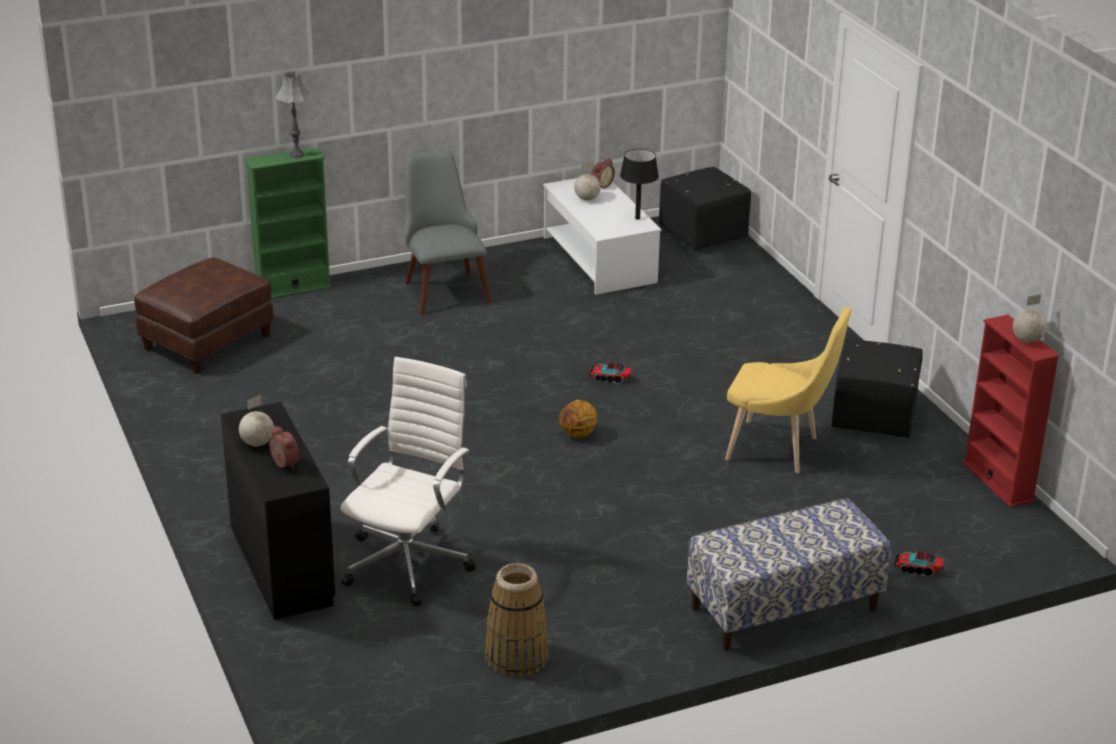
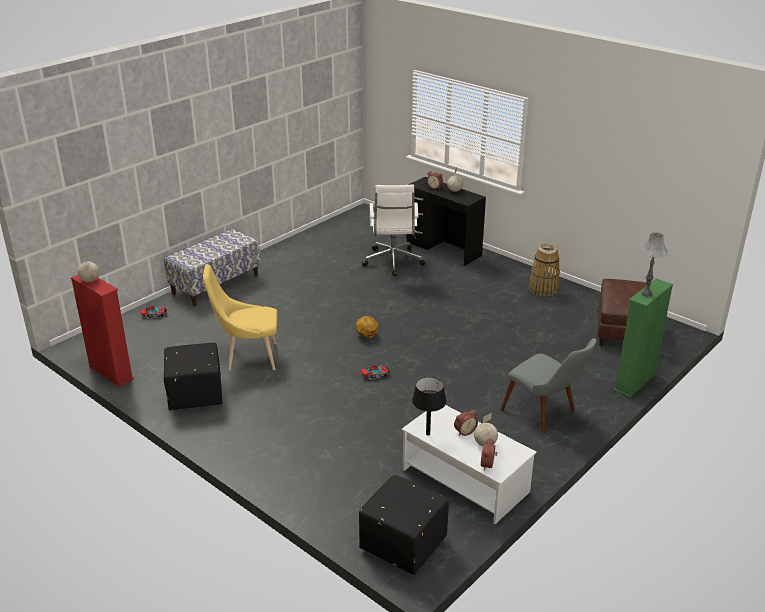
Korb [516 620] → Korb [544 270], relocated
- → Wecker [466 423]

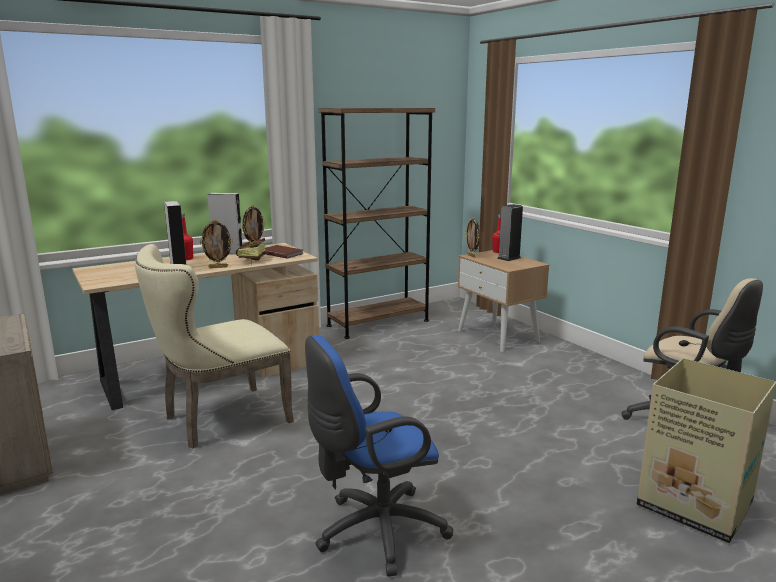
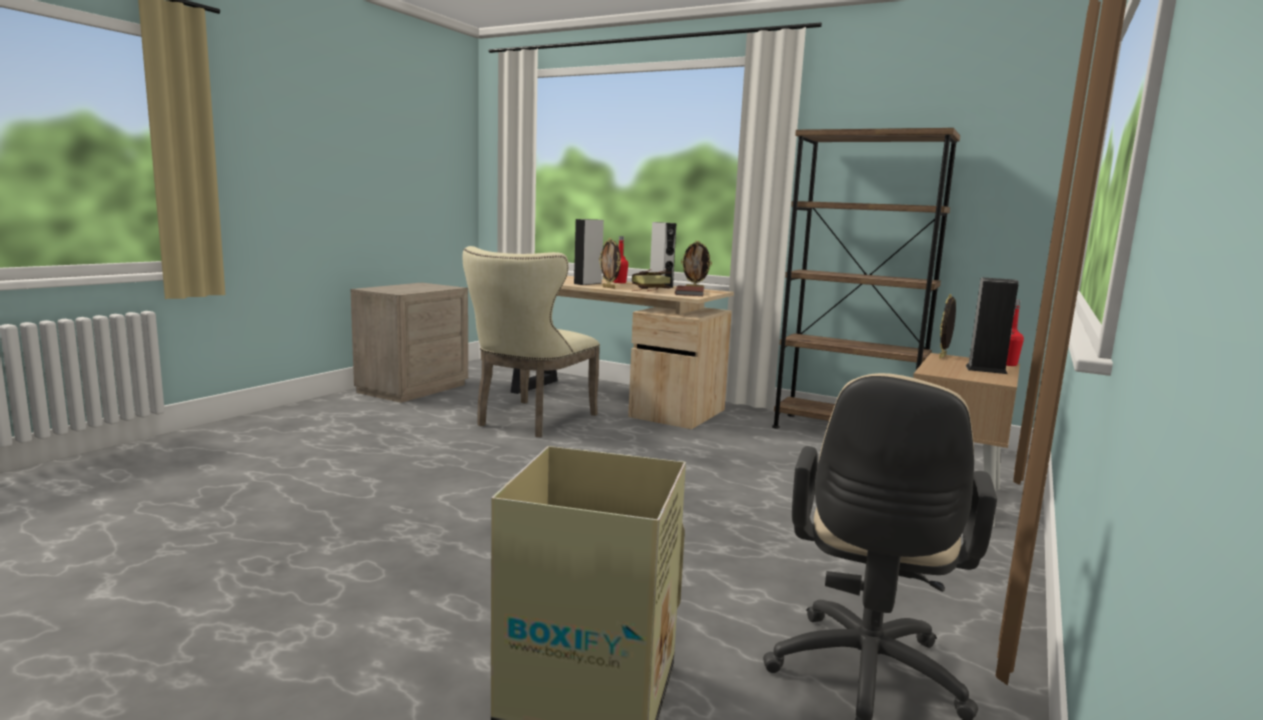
Stuhl [beige] [214 346] → Stuhl [beige] [531 341], 90 degrees counterclockwise
Bürostuhl [blau] [379 455] → -

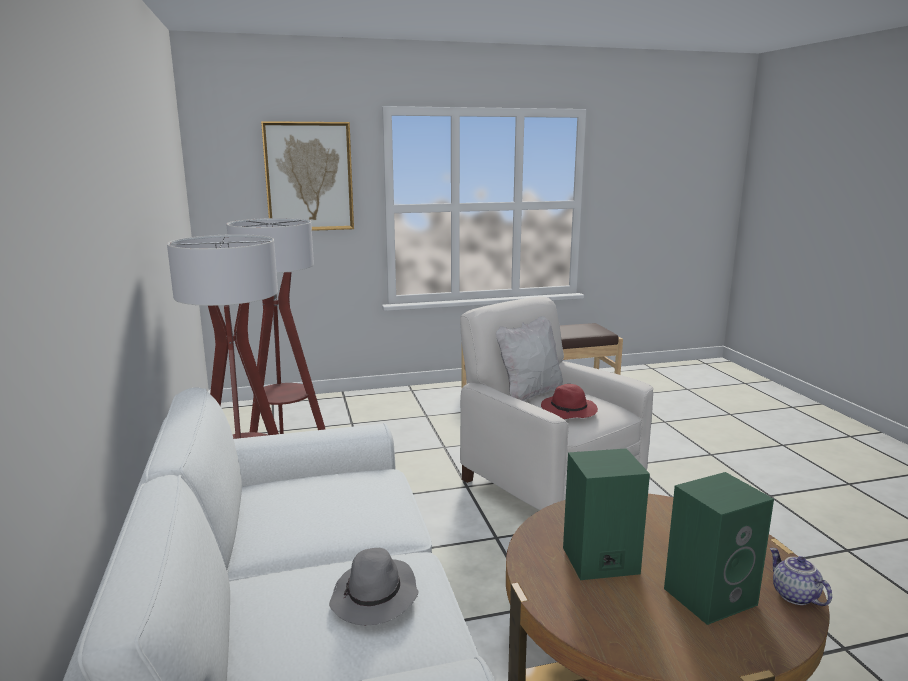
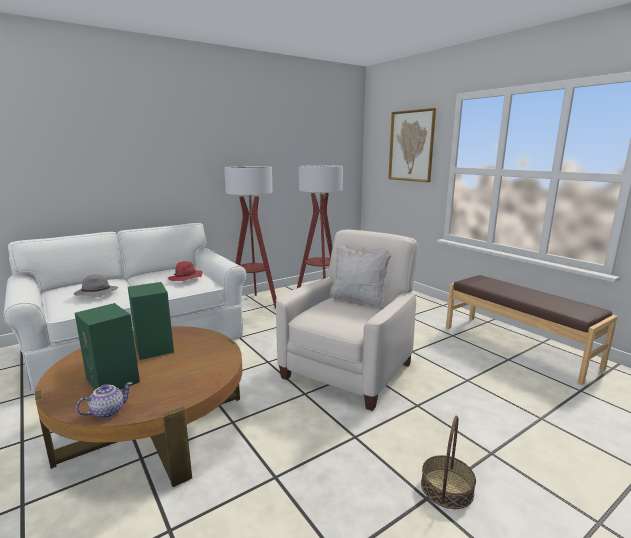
Hut [rot] [569 401] → Hut [rot] [185 271], relocated
- → Korb [448 462]

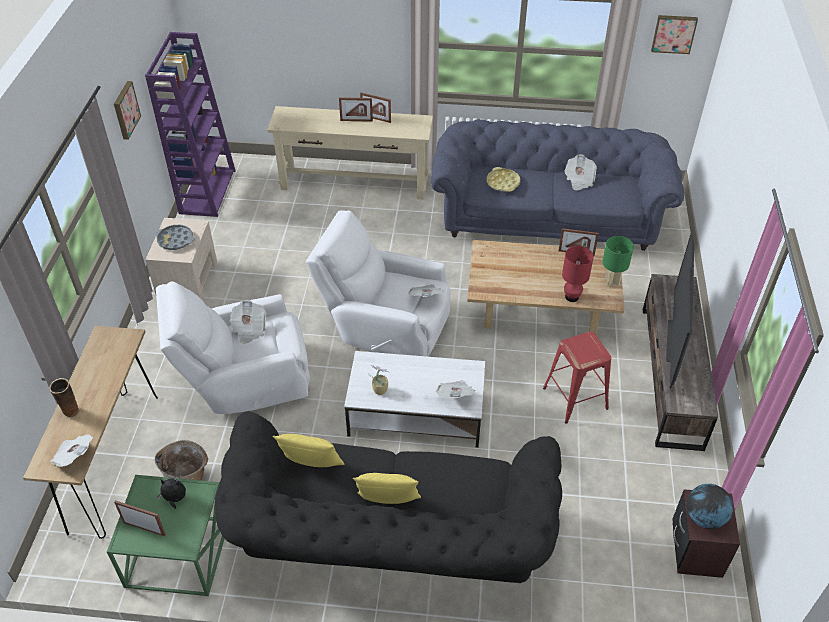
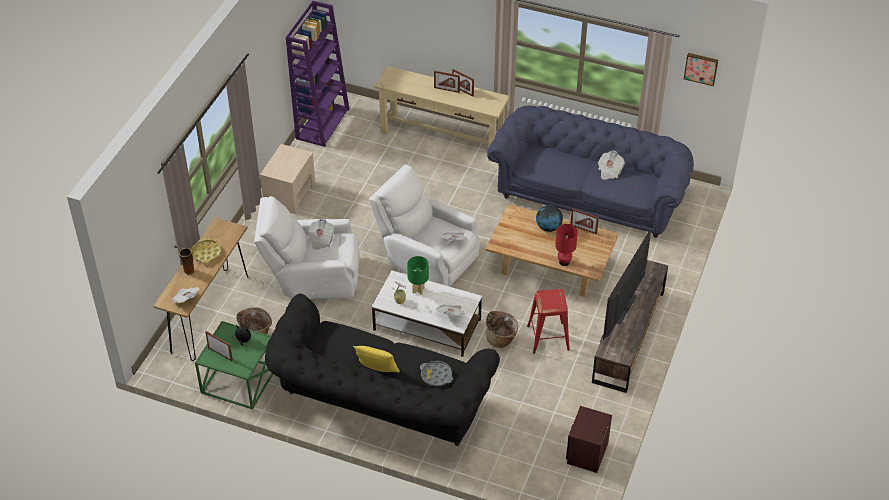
Bild [127 110] → -
Tablett [grau] [175 237] → Tablett [grau] [436 374], relocated
Kissen [gelb] [308 450] → -
Tablett [gelb] [503 179] → Tablett [gelb] [206 250], relocated
Tischlampe [grün] [618 261] → Tischlampe [grün] [418 275], relocated
Globus [710 506] → Globus [549 218], relocated
- → Korb [502 329]

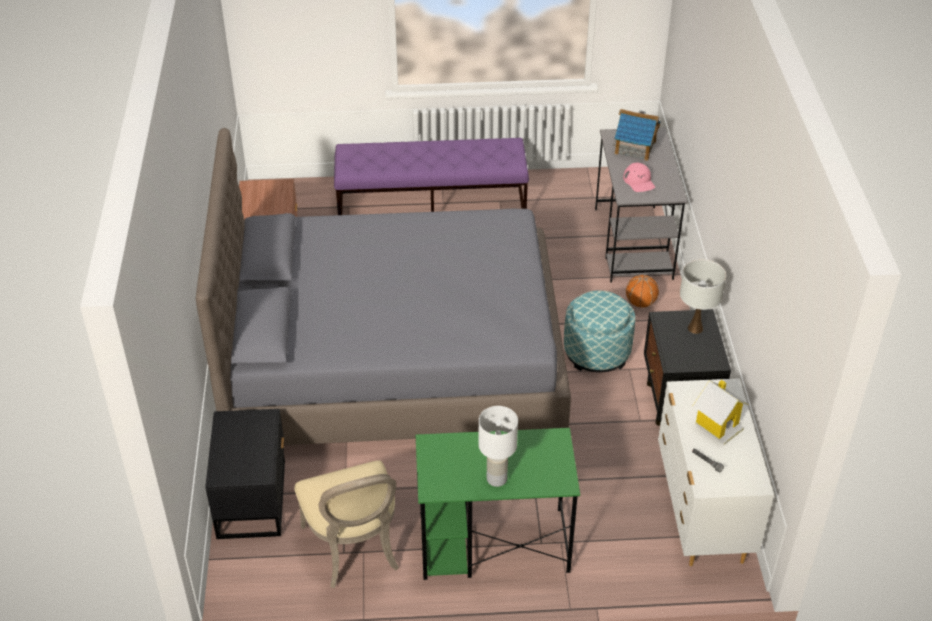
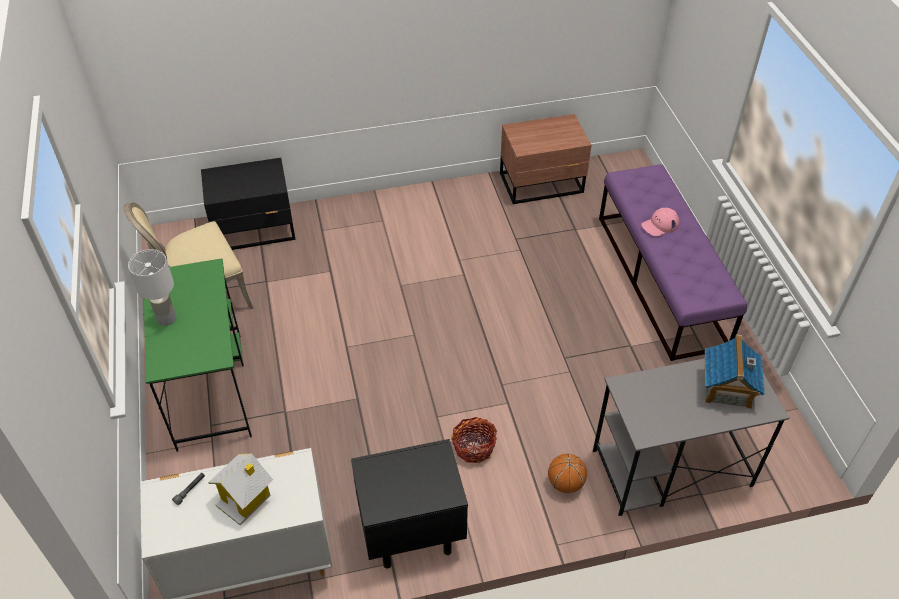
Bett [grau] [383 286] → -
Polsterhocker [599 331] → Korb [474 440]
Kappe [rosa] [639 177] → Kappe [rosa] [660 222], relocated
Tischlampe [weiß] [703 296] → -

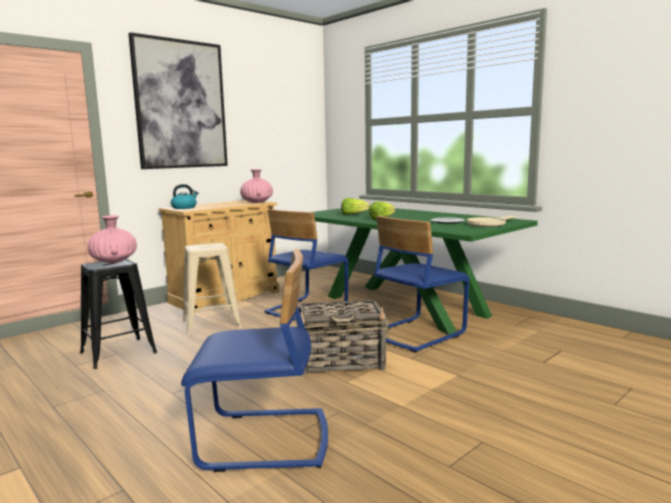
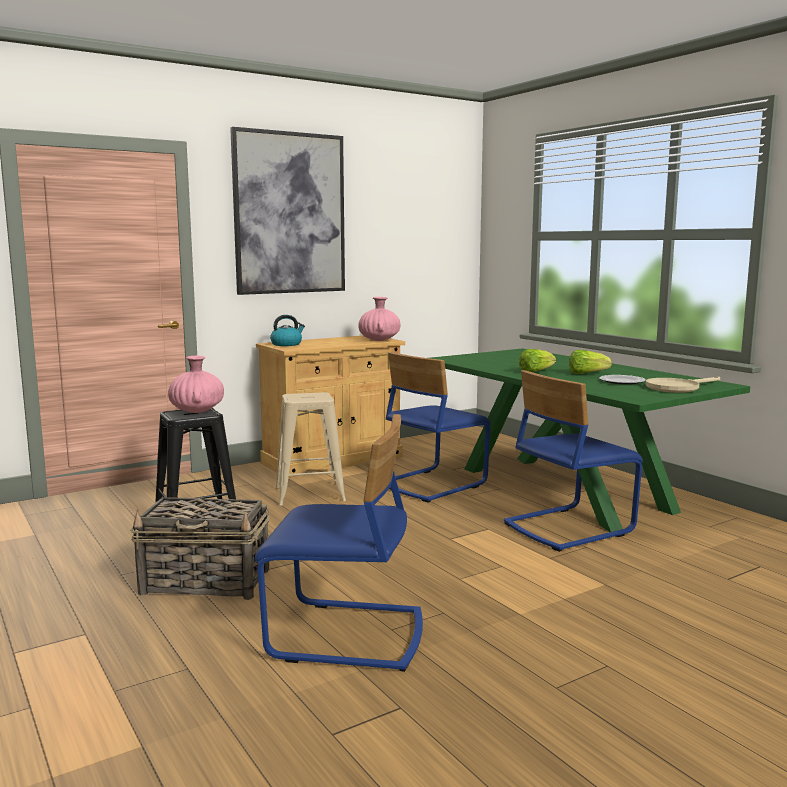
Korb [342 337] → Korb [200 548], relocated
Salatkopf [355 206] → Salatkopf [590 362], relocated

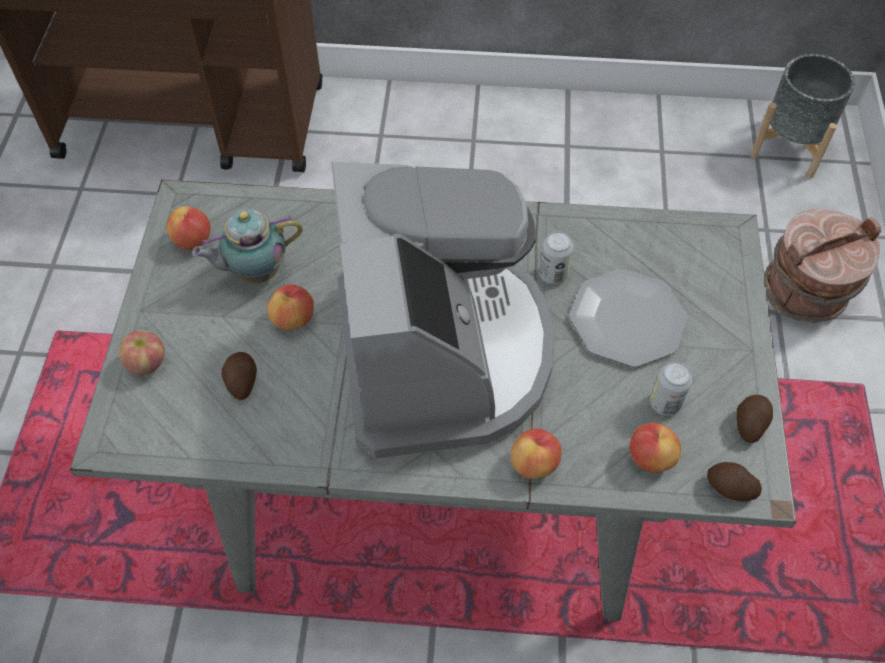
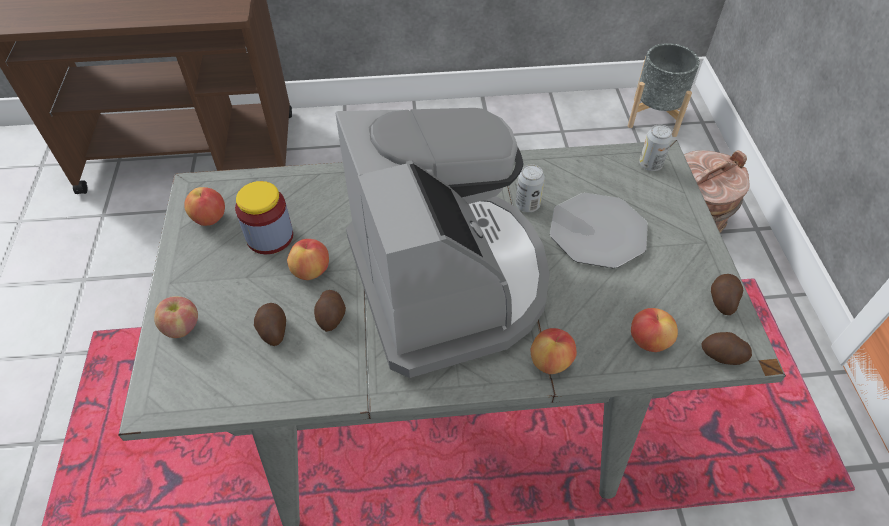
Teekanne [247 246] → Vorratsglas [264 217]
Dose [671 389] → Dose [656 147], relocated
- → Kartoffel [330 311]

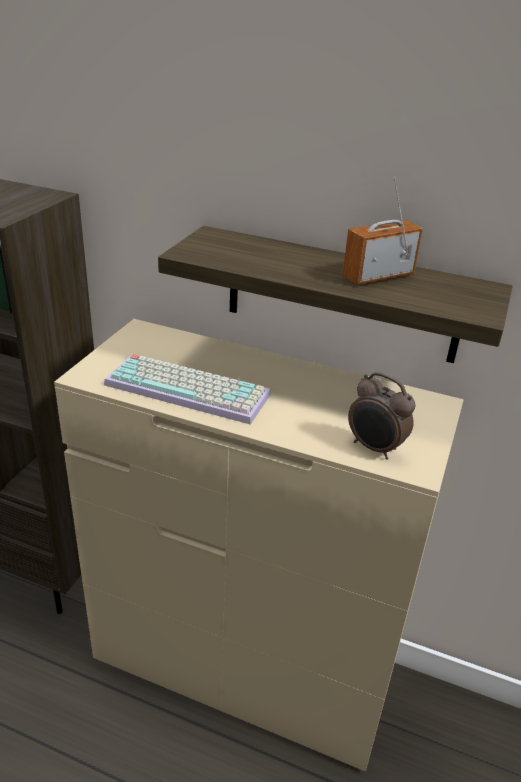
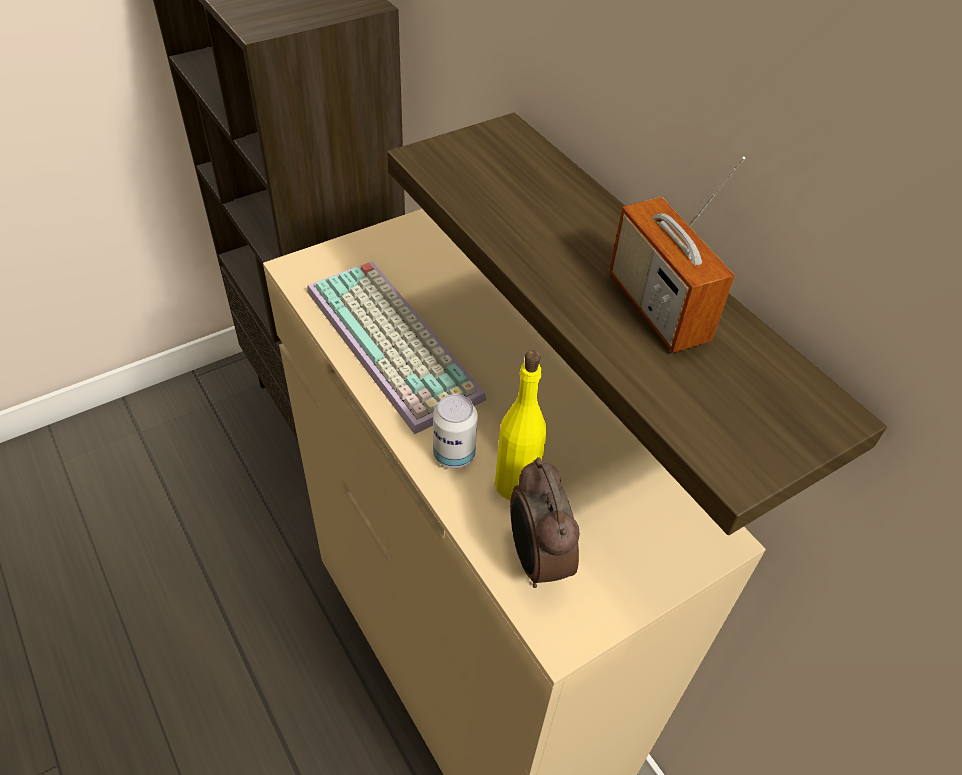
Radio [382 231] → Radio [677 255], 120 degrees counterclockwise
- → Dose [455 431]
- → Flasche [gelb] [520 425]

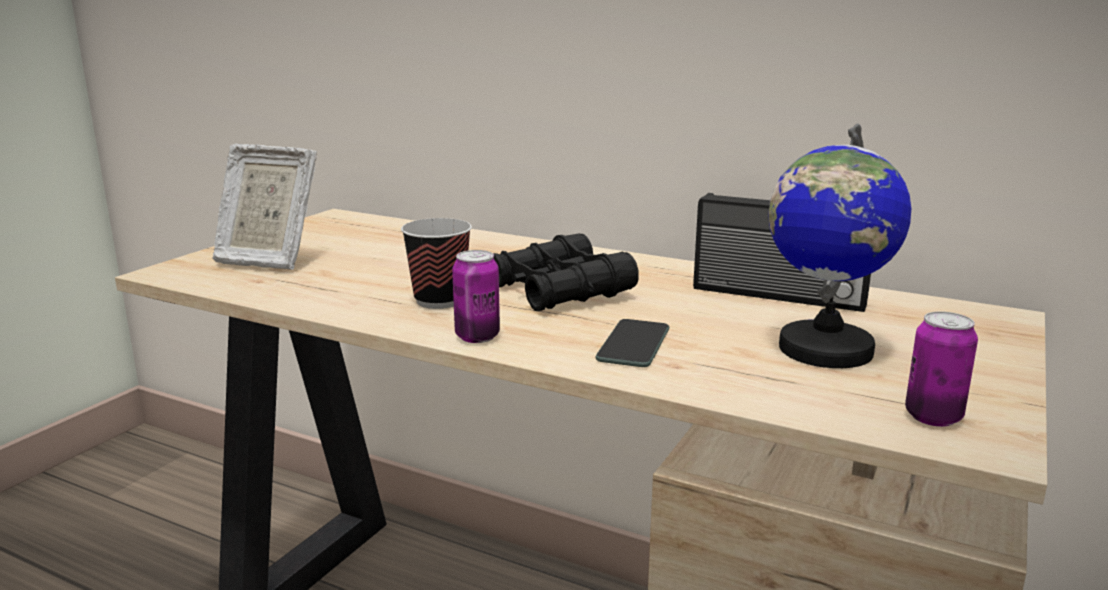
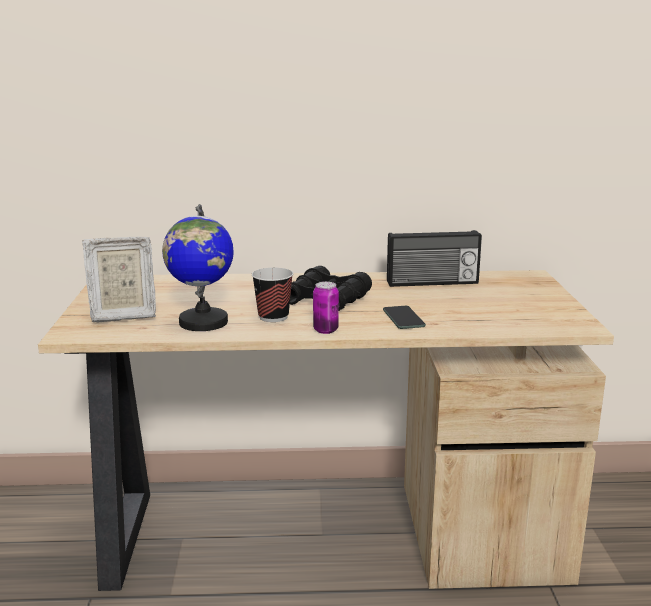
Globus [839 245] → Globus [198 267], relocated
Dose [941 369] → -

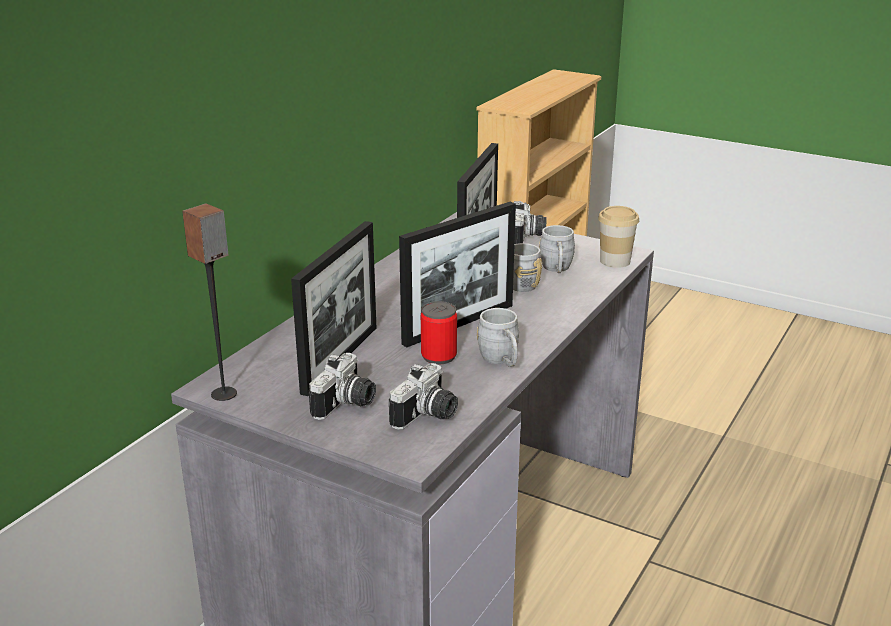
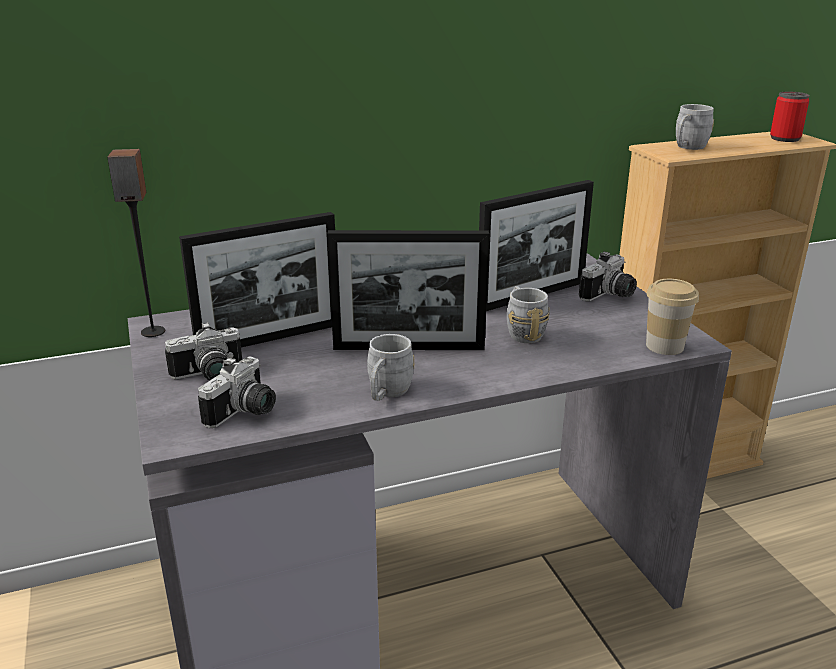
Kamera [423 396] → Kamera [237 392], 45 degrees counterclockwise
Dose [439 332] → Dose [790 117], relocated
Henkelbecher [grau] [557 249] → Henkelbecher [grau] [695 127], relocated

